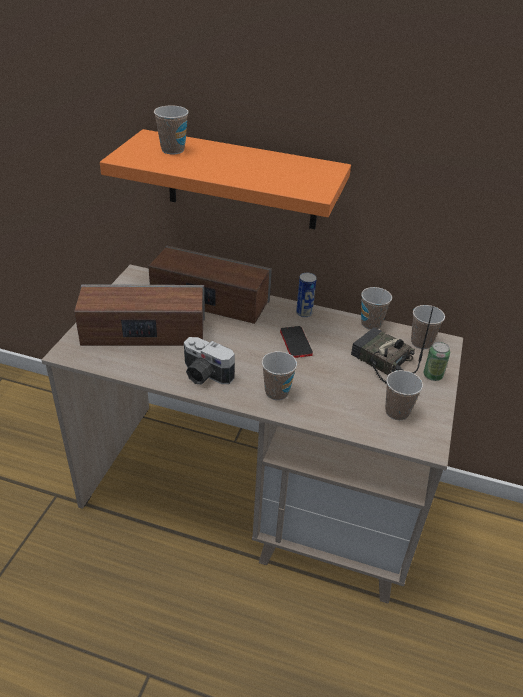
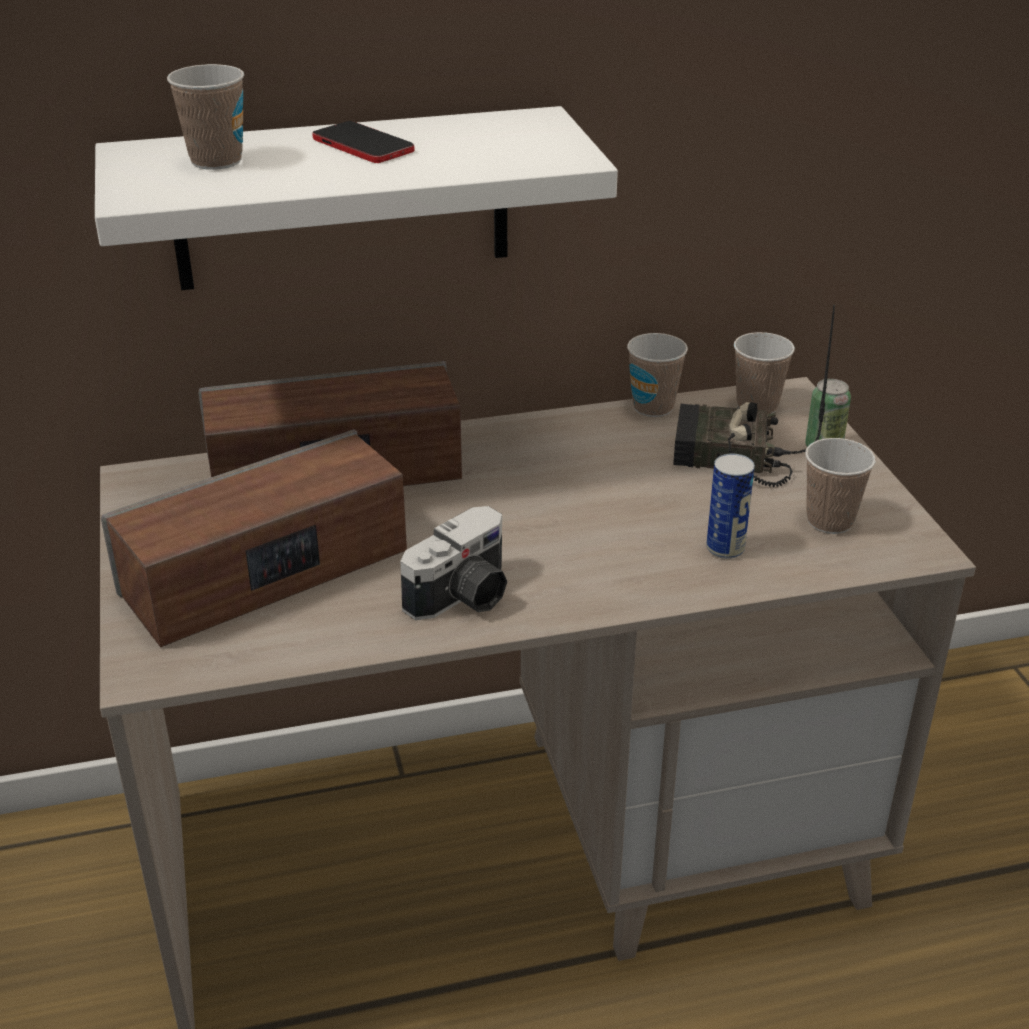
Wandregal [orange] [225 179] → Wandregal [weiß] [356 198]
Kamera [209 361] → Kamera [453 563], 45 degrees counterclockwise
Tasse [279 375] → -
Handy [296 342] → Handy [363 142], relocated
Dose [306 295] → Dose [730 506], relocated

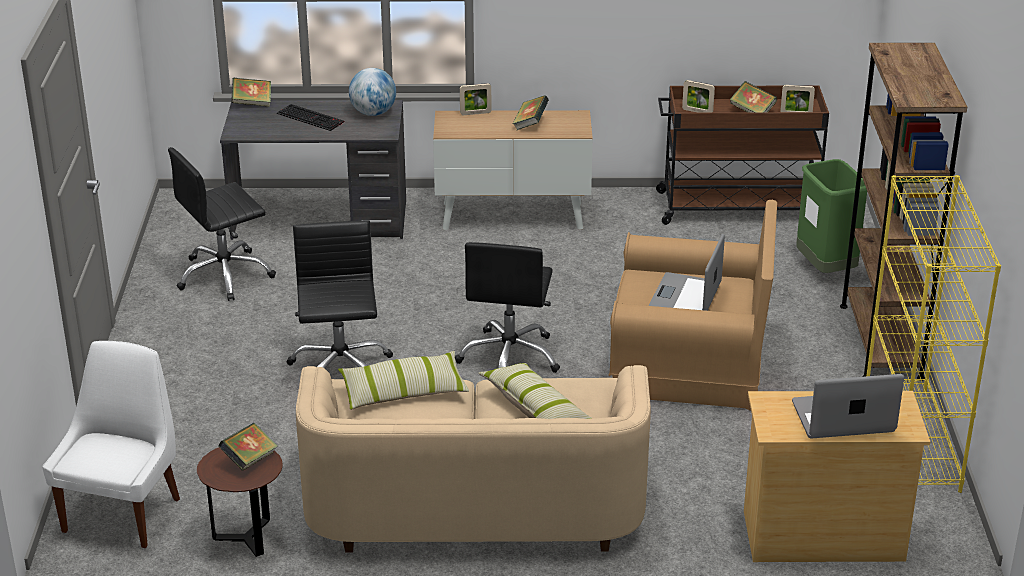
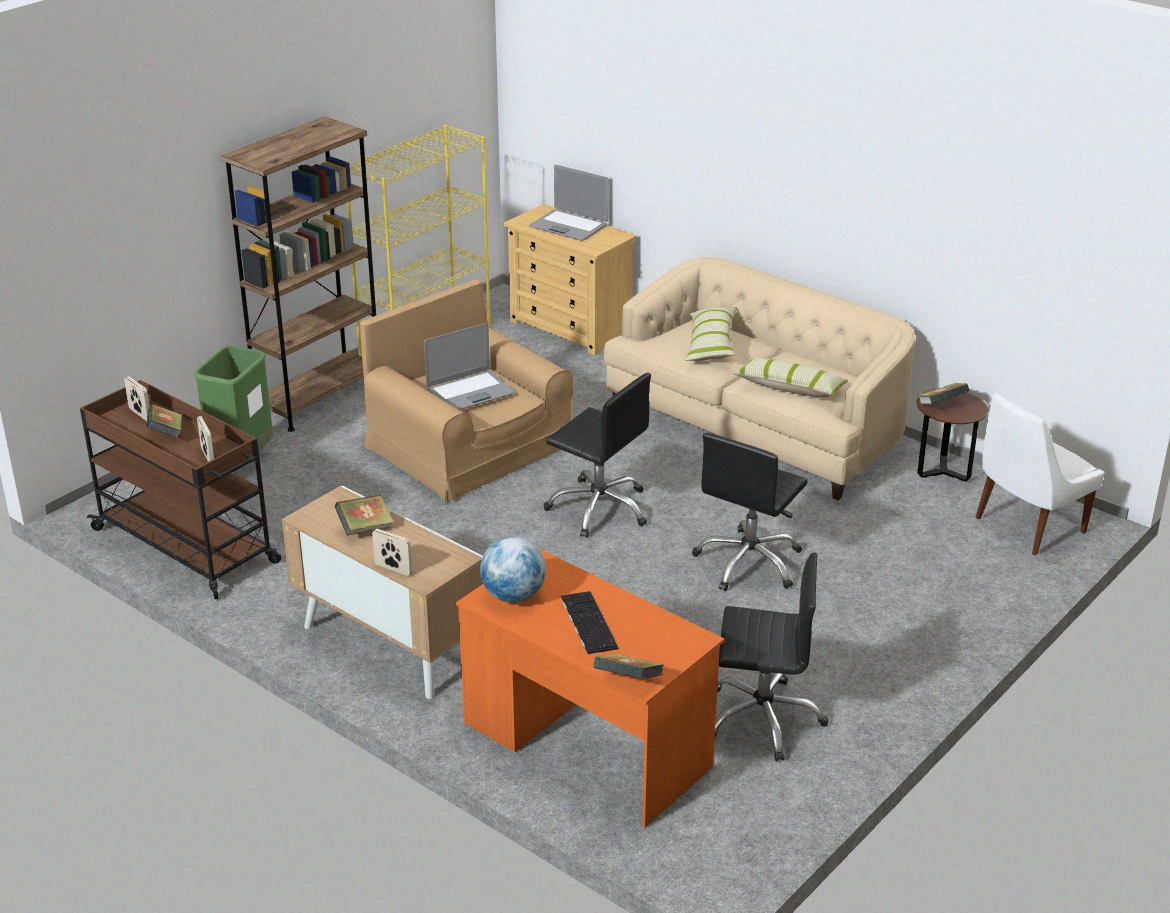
Schreibtisch [grau] [313 170] → Schreibtisch [orange] [590 687]
Bürostuhl [schwarz] [507 307] → Bürostuhl [schwarz] [597 455], 75 degrees clockwise

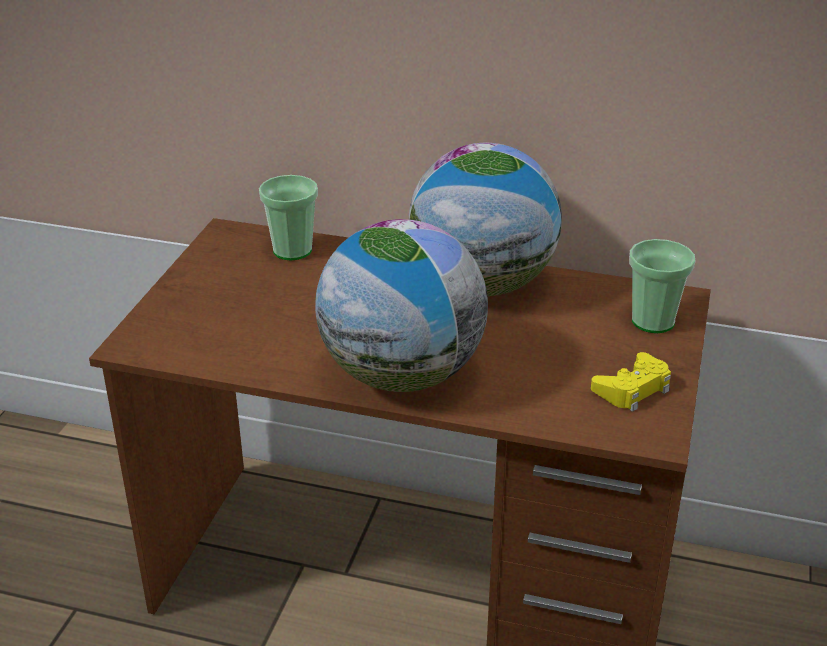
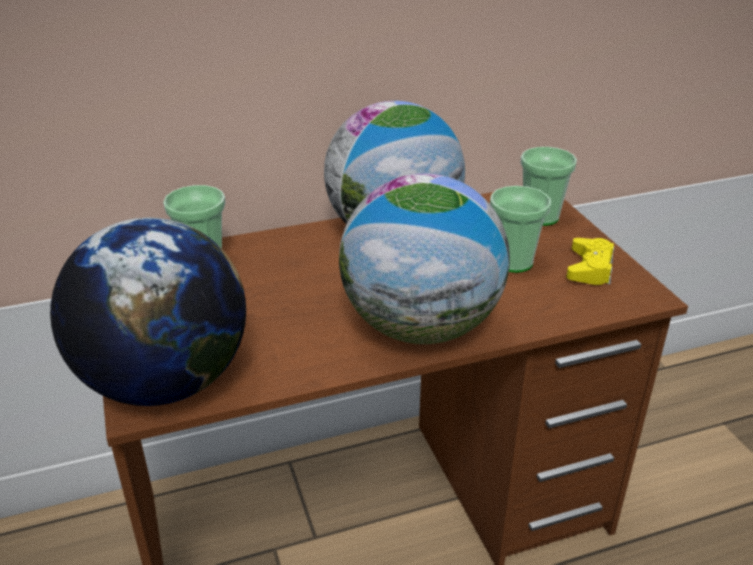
- → Globus [148 312]
- → Tasse [520 229]

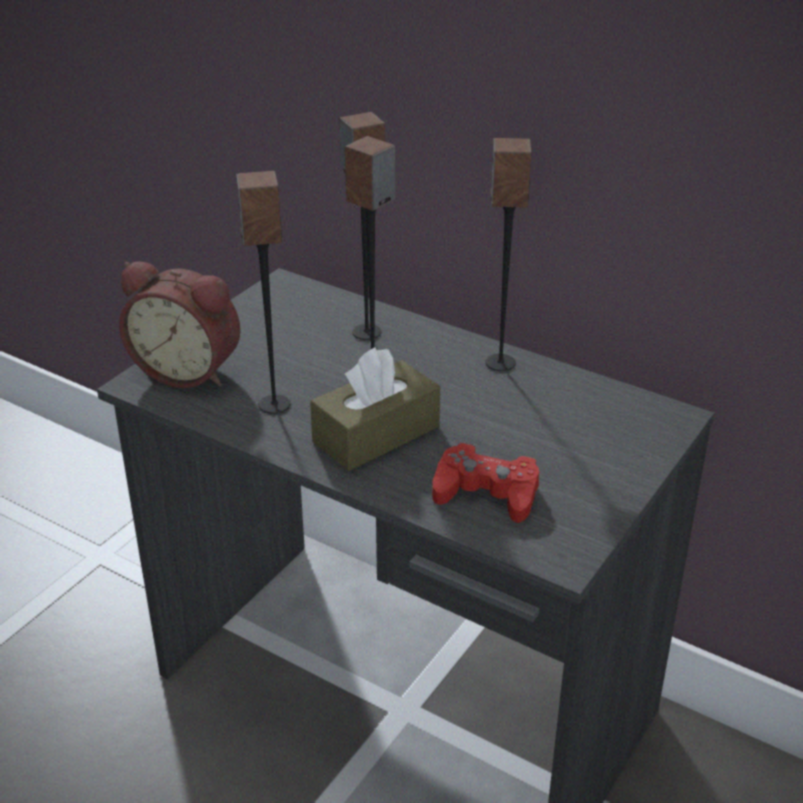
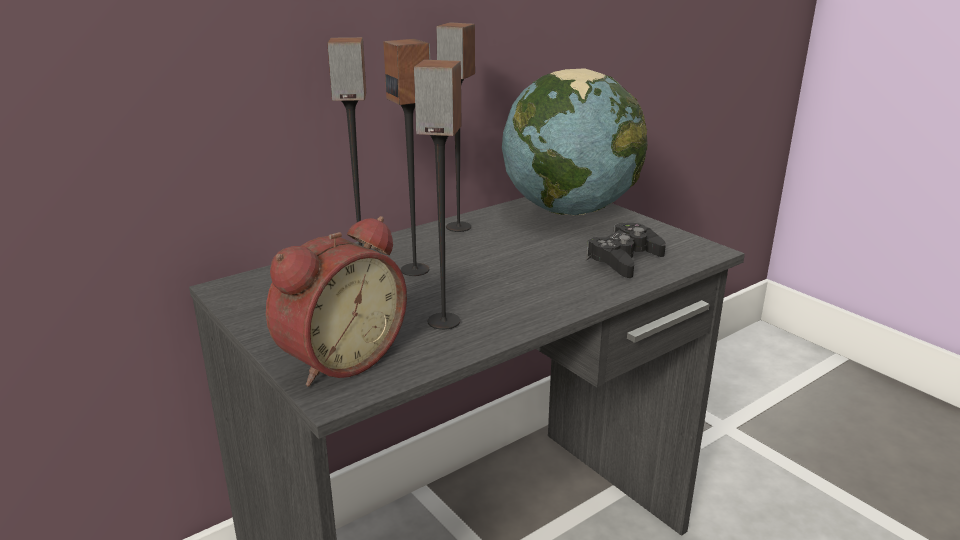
Taschentuchbox [braun] [375 409] → -
Gamepad [rot] [485 483] → Gamepad [schwarz] [626 250]
- → Globus [575 142]

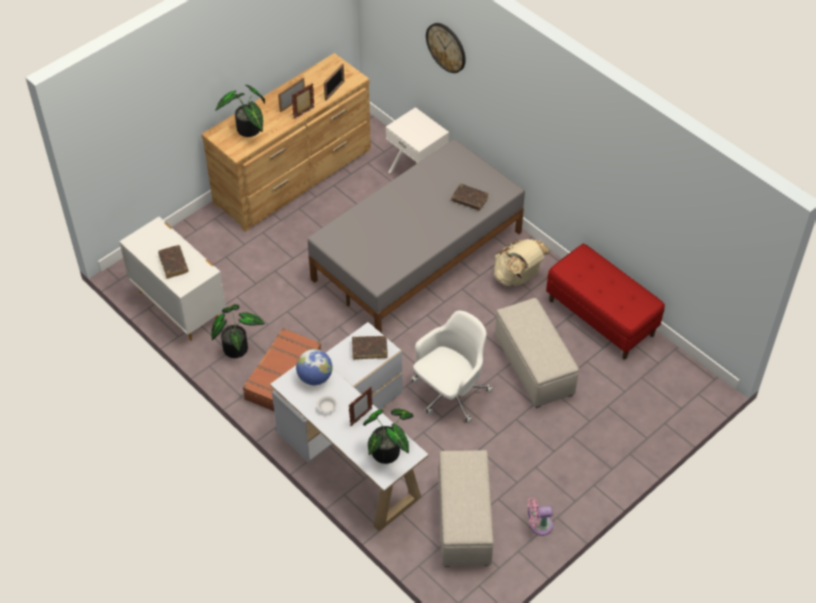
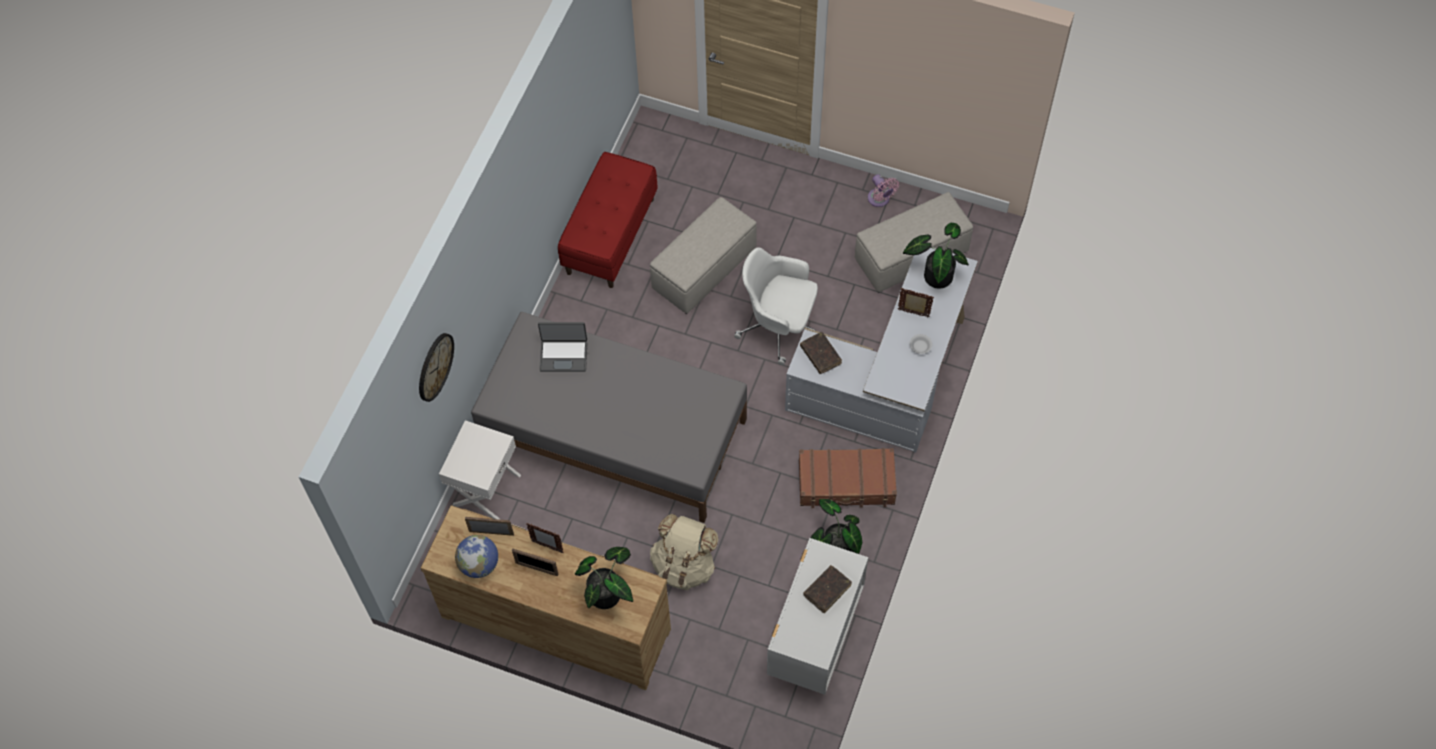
Globus [314 367] → Globus [476 556], relocated
Buch [braun] [469 197] → Laptop [562 347]
Rucksack [beige] [522 262] → Rucksack [beige] [684 552], relocated

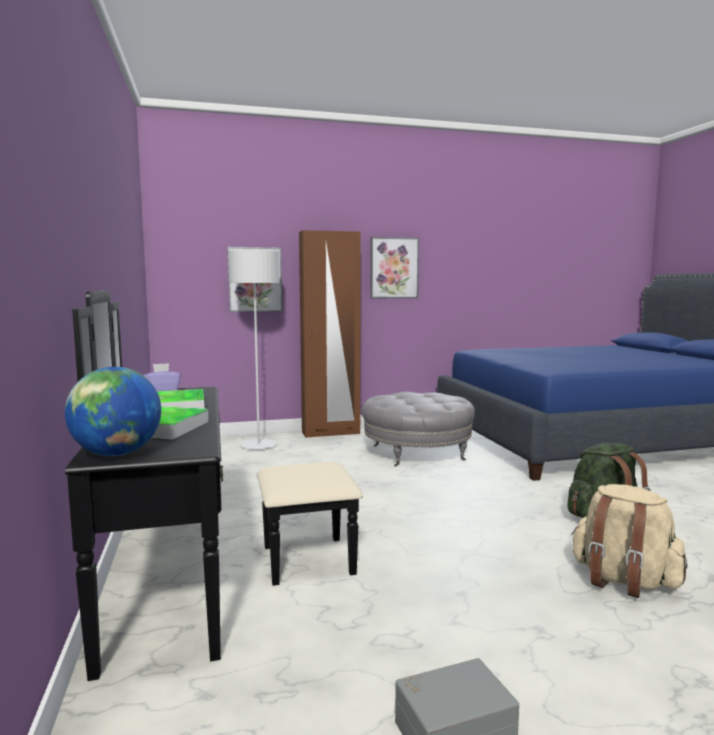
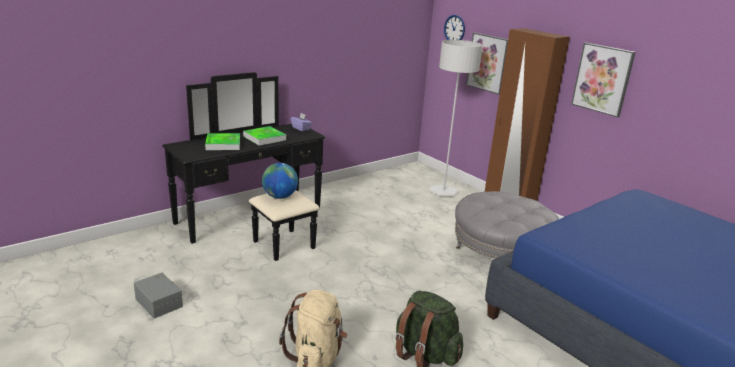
Globus [113 411] → Globus [280 181], relocated
- → Wanduhr [454 27]

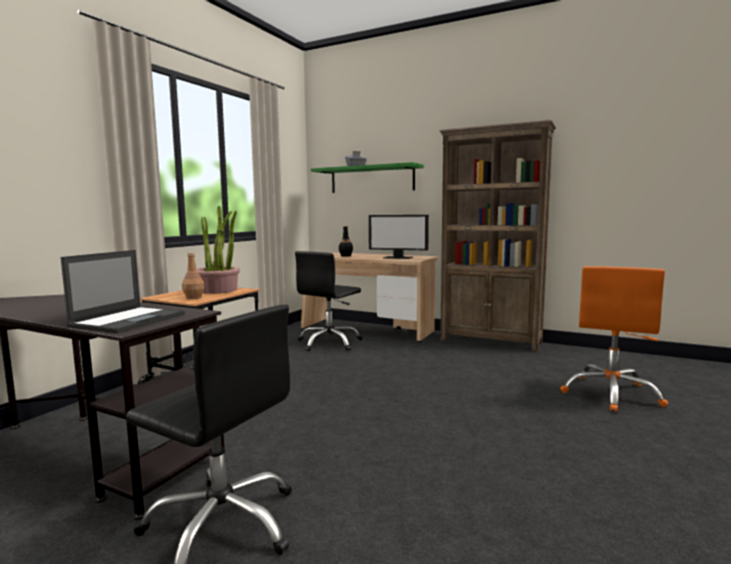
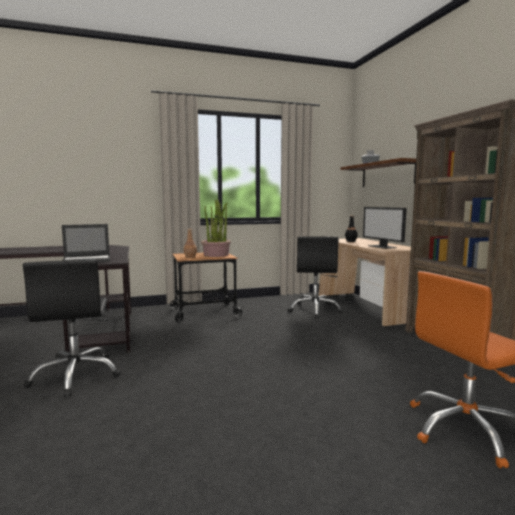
Bürostuhl [schwarz] [328 301] → Bürostuhl [schwarz] [315 277], 75 degrees counterclockwise
Wandregal [grün] [367 177] → Wandregal [braun] [378 172]

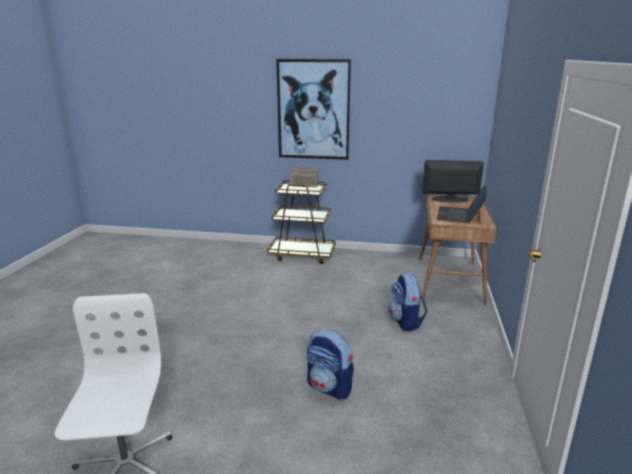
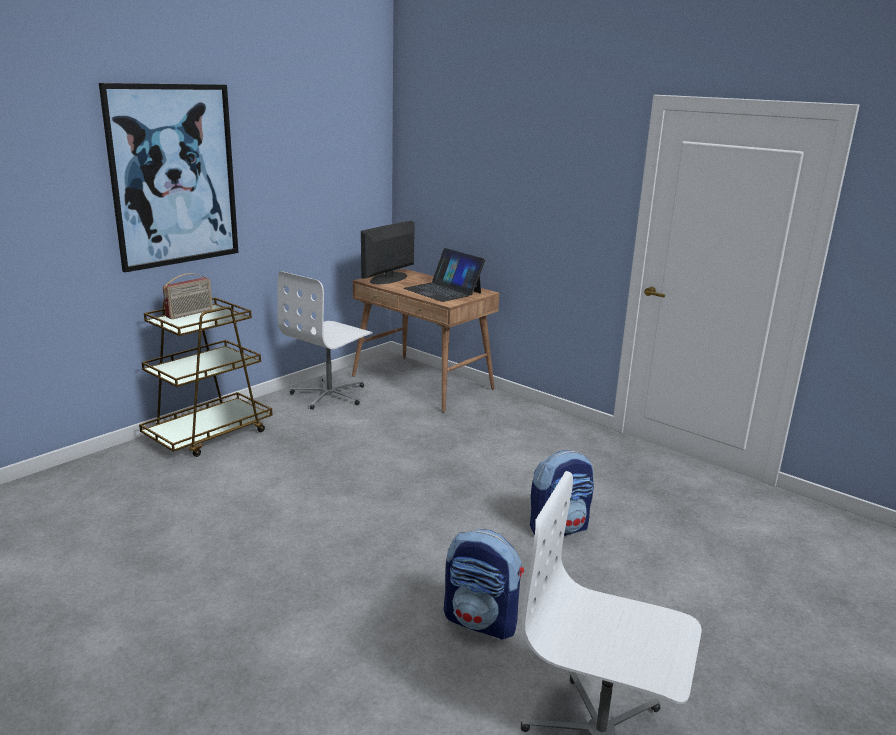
Rucksack [407 302] → Rucksack [484 584], relocated
- → Bürostuhl [weiß] [325 340]

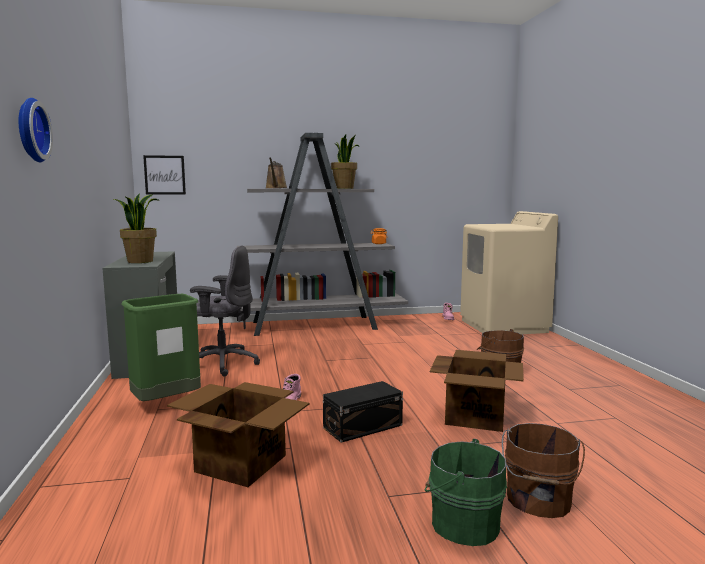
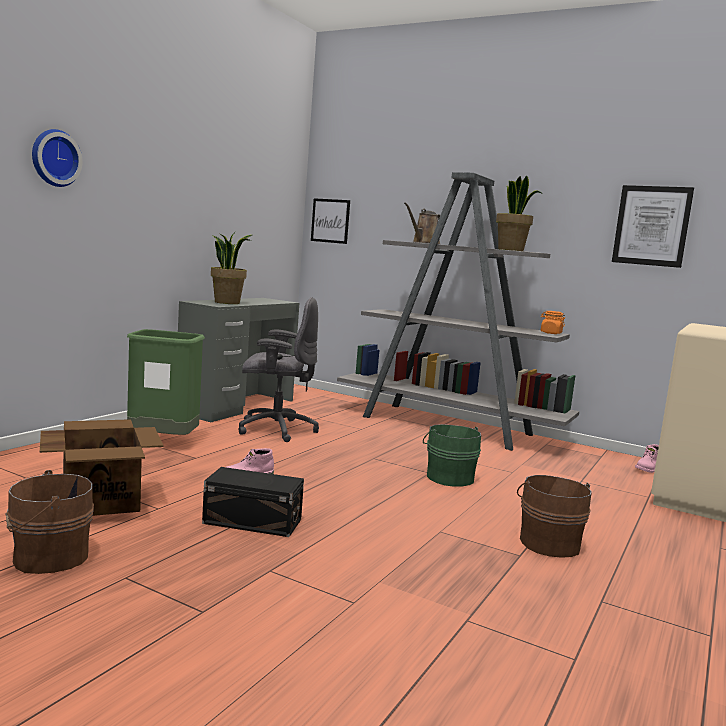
Bürostuhl [grau] [225 311] → Bürostuhl [grau] [278 369], 45 degrees counterclockwise
Eimer [grün] [466 492] → Eimer [grün] [452 455], relocated
Karton [477 391] → -
Eimer [braun] [543 470] → Eimer [braun] [50 522], relocated
- → Bild [653 226]

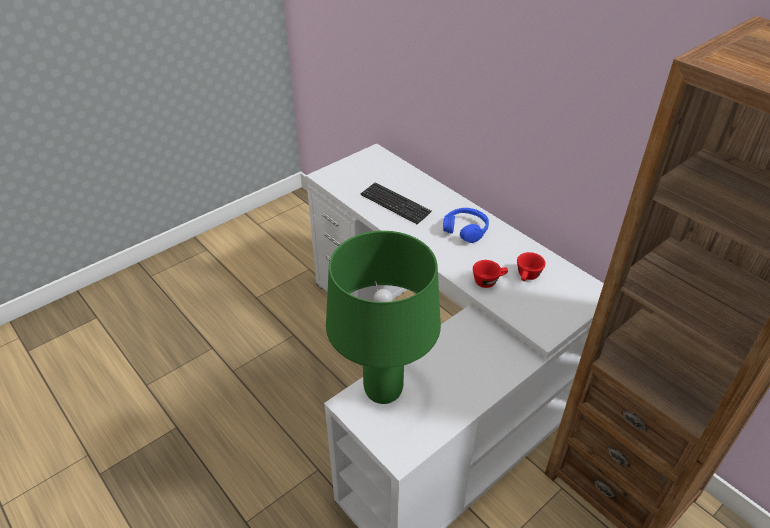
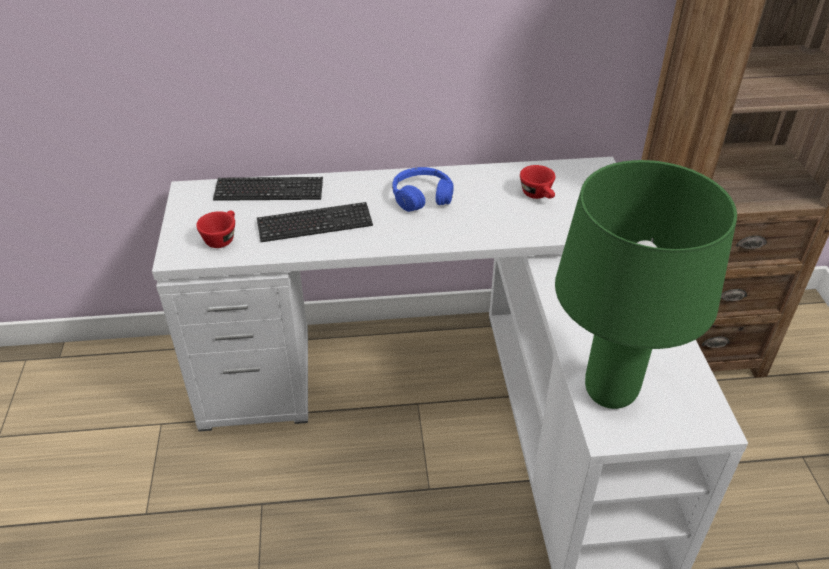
Tasse [rot] [490 274] → Tasse [rot] [215 229], relocated
- → Tastatur [268 189]

